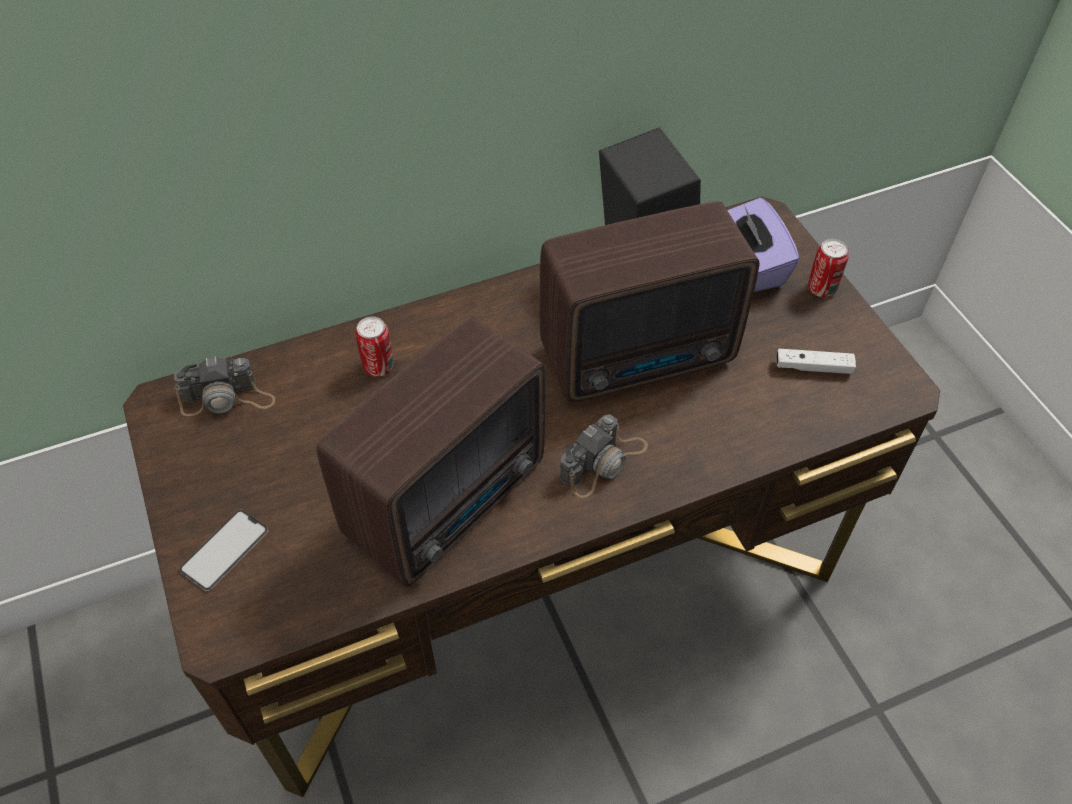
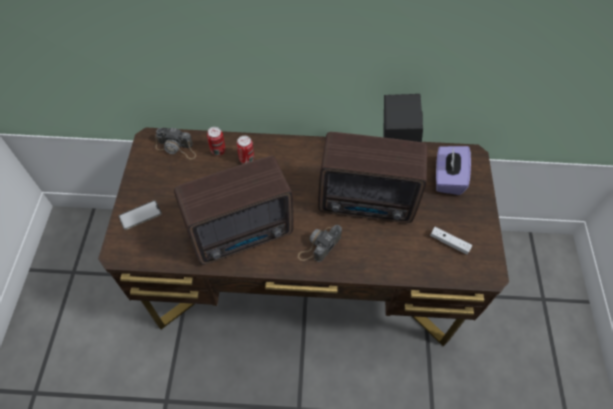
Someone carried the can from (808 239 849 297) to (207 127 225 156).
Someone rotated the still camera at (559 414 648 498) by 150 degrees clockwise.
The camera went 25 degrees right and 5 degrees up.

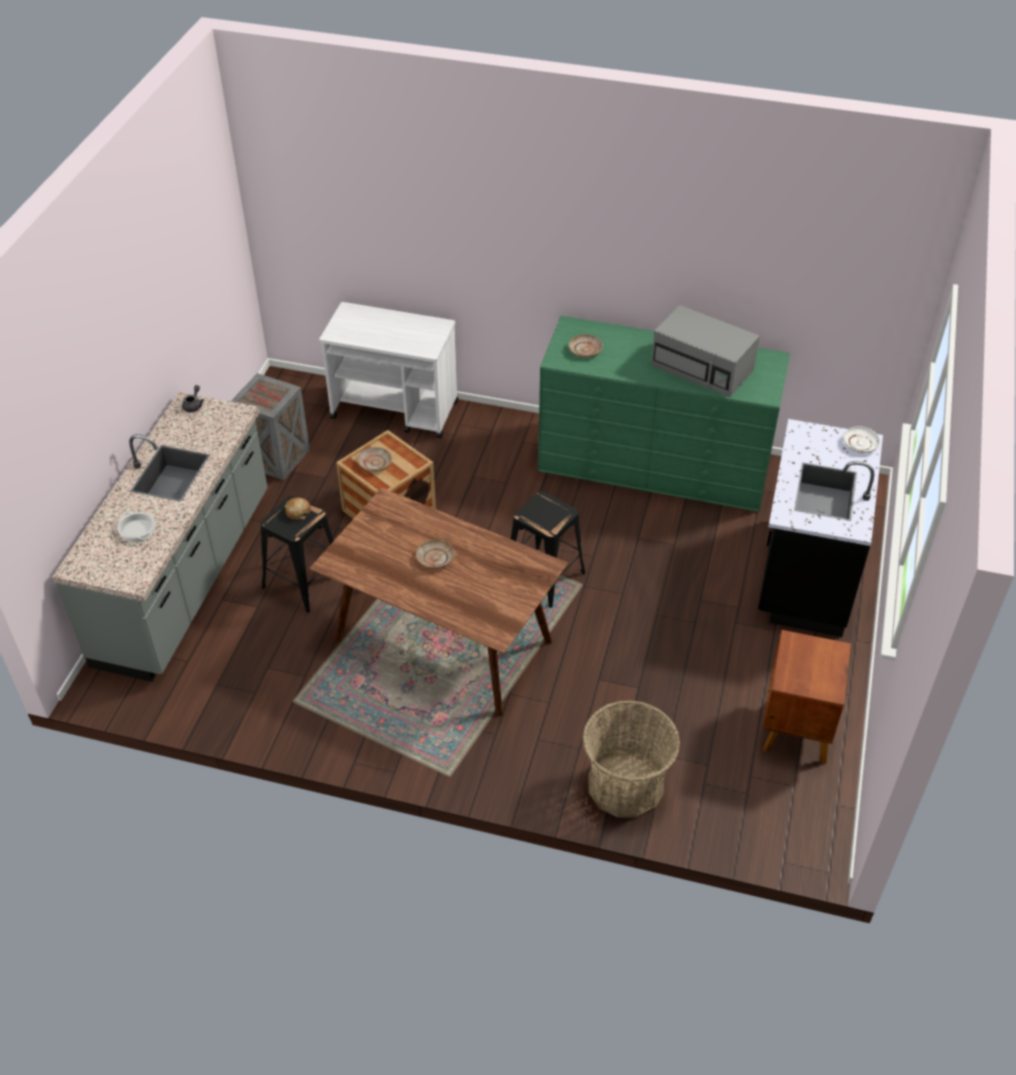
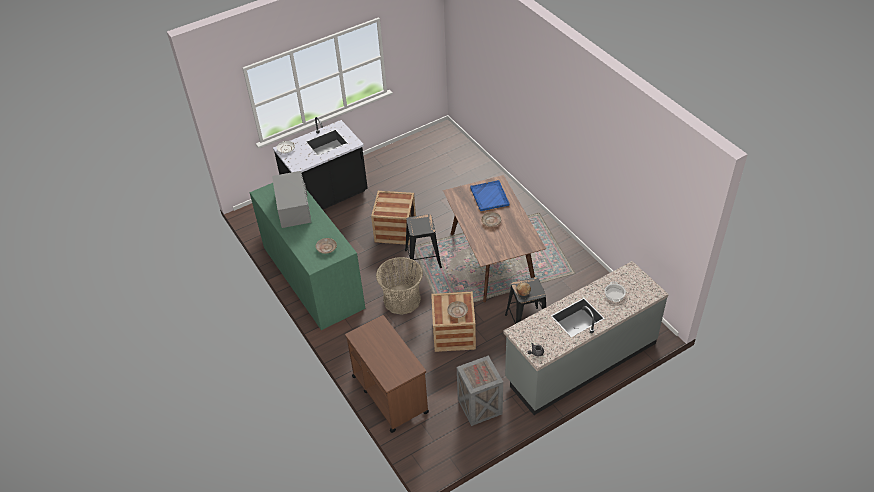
Someone repainted the white-coloured trolley at (319 302 458 438), which became the brown-coloured trolley at (345 315 429 433).
Someone put down the packing crate at (371 191 416 245).
Someone carried the storage basket from (583 700 680 818) to (376 257 423 315).
Someone put down the blue serving tray at (470 180 510 211).
Someone took away the brown-coloured nightstand at (763 630 851 765).
The camera went 135 degrees left and 0 degrees up.

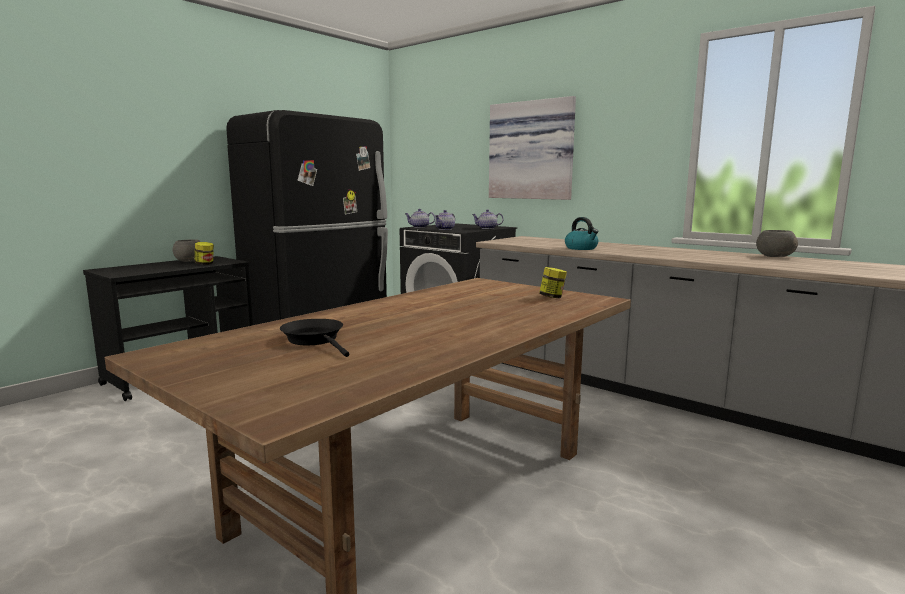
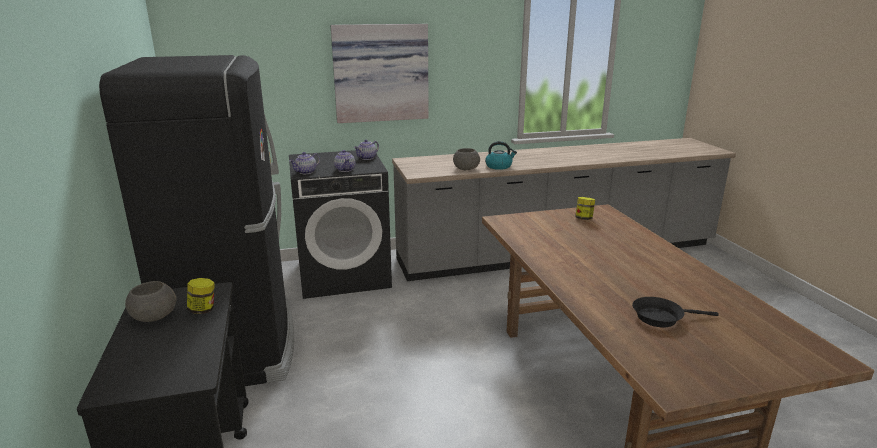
Someone carried the greyish deep dish from (756 230 798 257) to (453 148 480 170).
The camera went 55 degrees left and 10 degrees up.

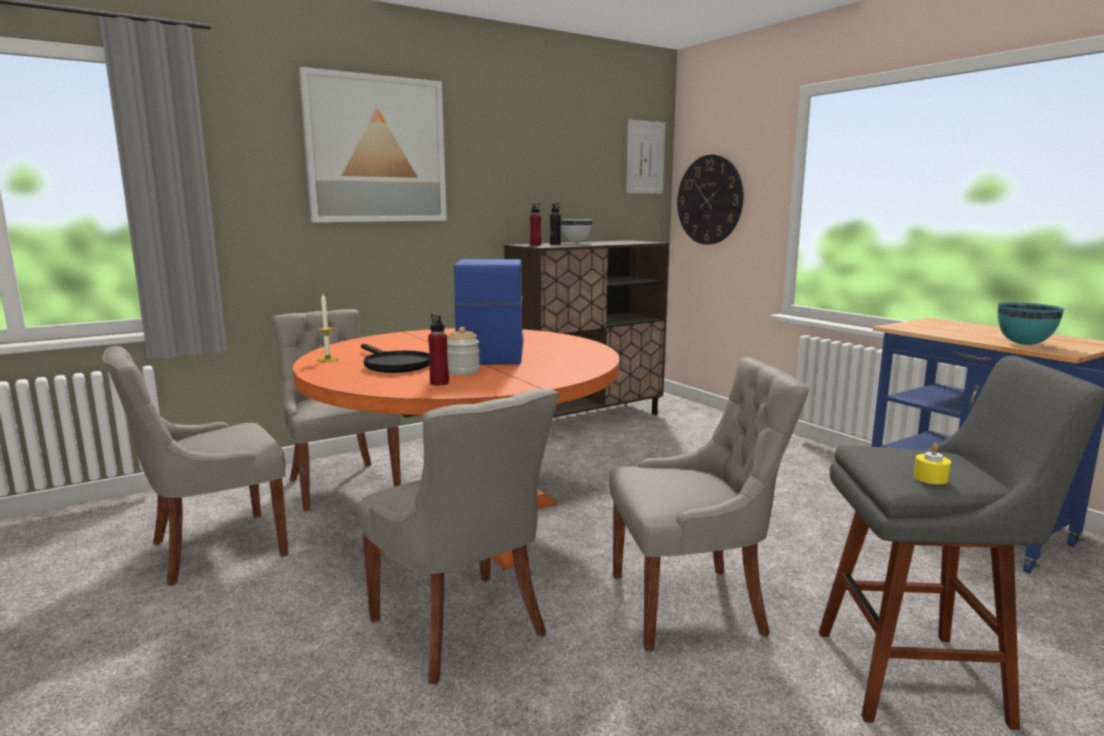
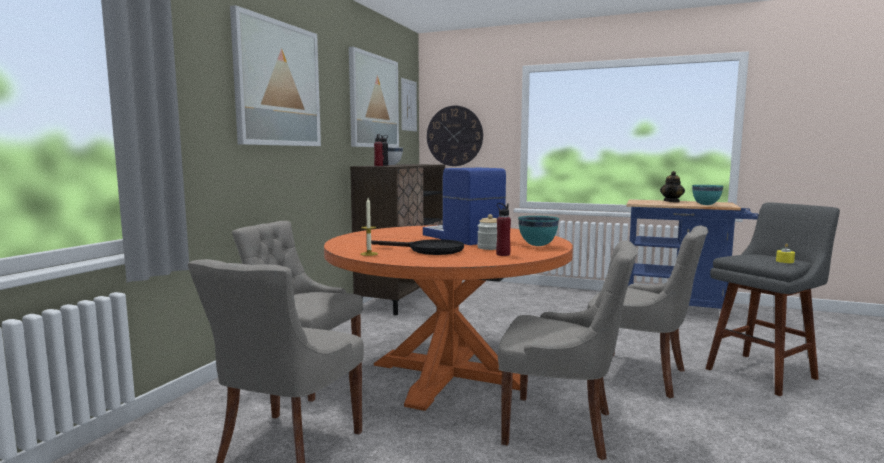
Someone put up the wall art at (349 47 399 147).
Someone put down the blue-green deep dish at (518 216 559 246).
Someone rotated the greyish plain chair at (609 357 809 651) by 75 degrees clockwise.
Someone put down the teapot at (660 171 685 202).
The camera went 35 degrees left and 5 degrees down.

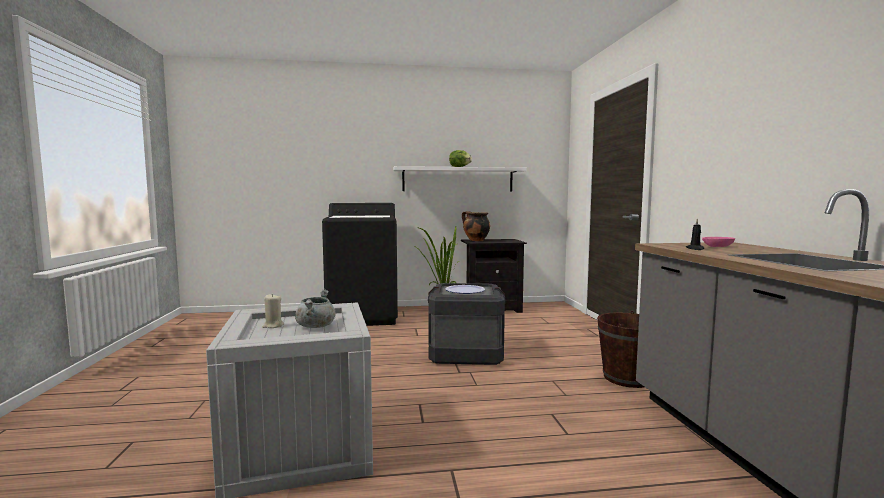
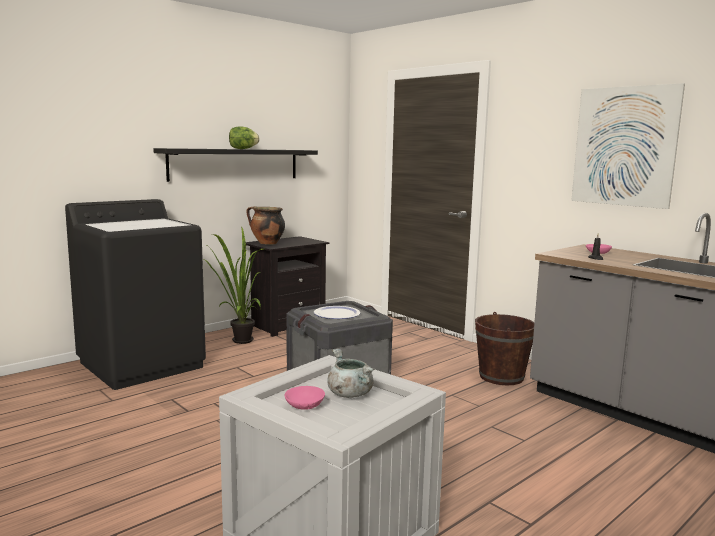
Someone repainted the white-coloured bracket shelf at (393 166 527 192), which became the blackish bracket shelf at (153 148 318 182).
Someone swapped the sand-coloured candle at (262 294 284 328) for the pinkish deep dish at (285 386 325 410).
Someone put up the wall art at (571 83 685 209).
The camera went 35 degrees left and 5 degrees up.

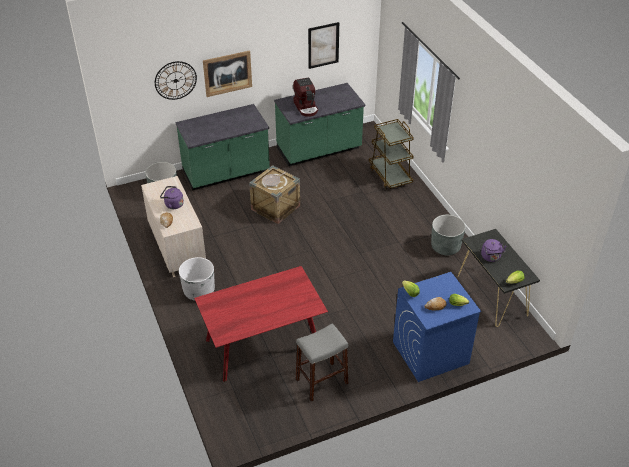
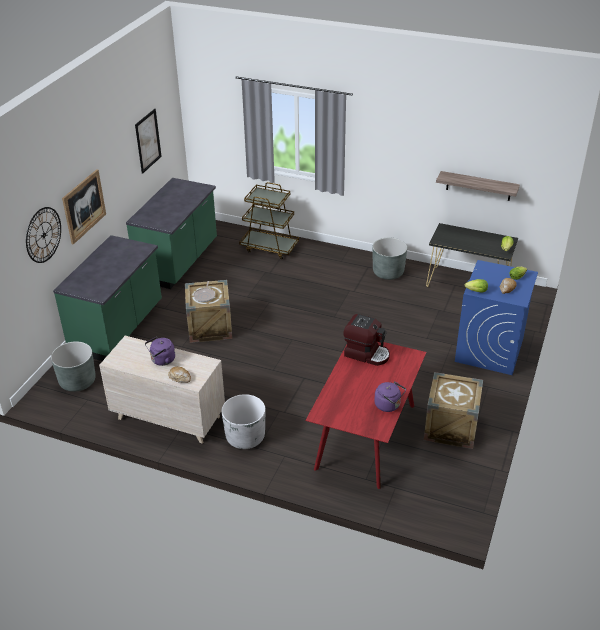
Someone carried the coffee maker from (293 77 318 117) to (343 314 390 366).
Someone carried the purple-coloured water kettle from (481 239 506 262) to (374 381 406 412).
Someone swapped the greyish stool at (296 323 349 401) for the packing crate at (424 372 483 449).
Someone put up the bracket shelf at (436 171 520 201).
The camera went 45 degrees left and 5 degrees down.

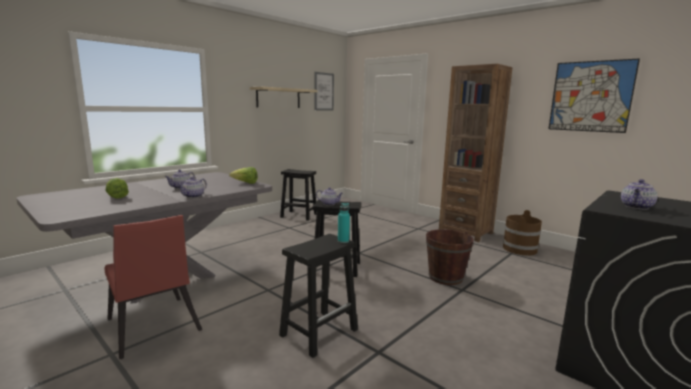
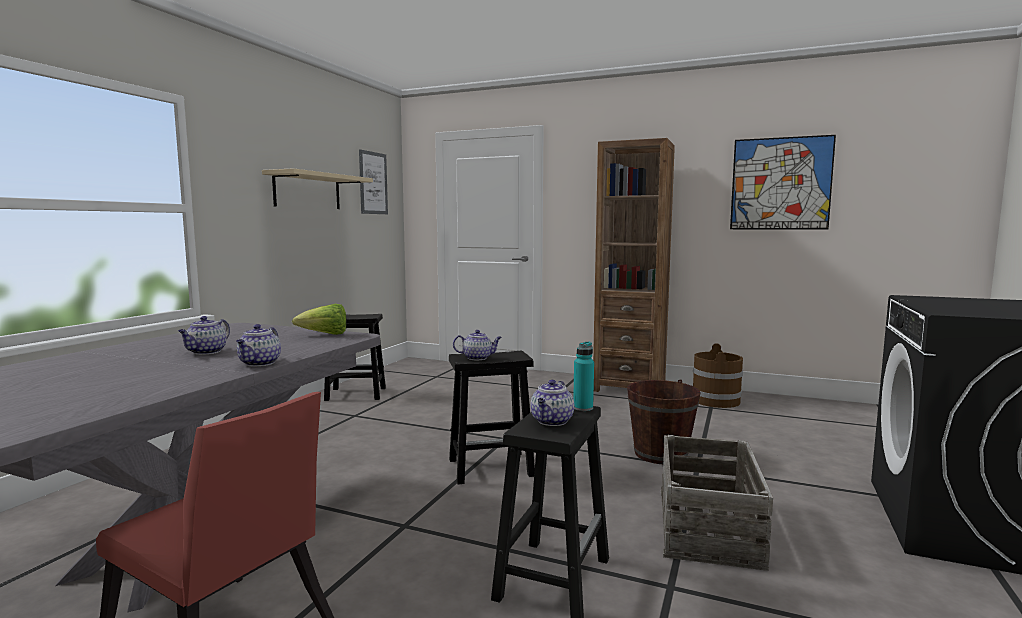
Someone carried the teapot from (621 179 658 209) to (531 380 574 426).
Someone put down the packing crate at (661 435 773 571).
Someone took away the lettuce head at (105 178 129 199).
The camera went 20 degrees left and 5 degrees down.

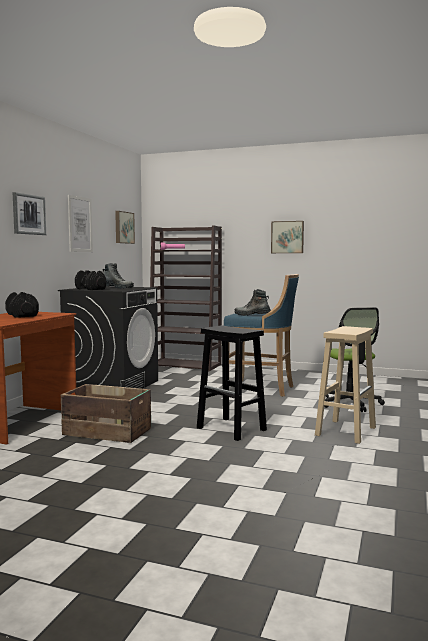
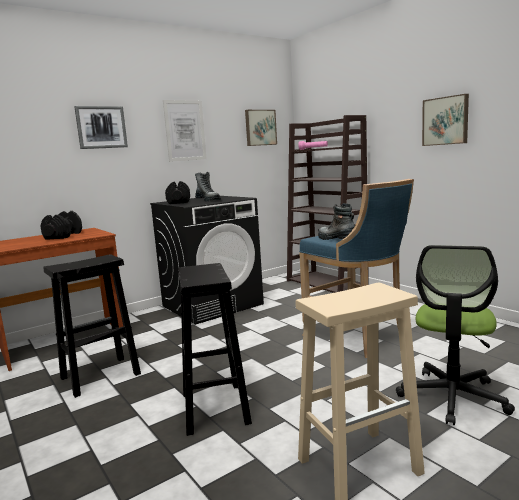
Someone swapped the packing crate at (61 384 151 443) for the blackish stool at (43 254 141 398).
The camera went 35 degrees right and 5 degrees up.

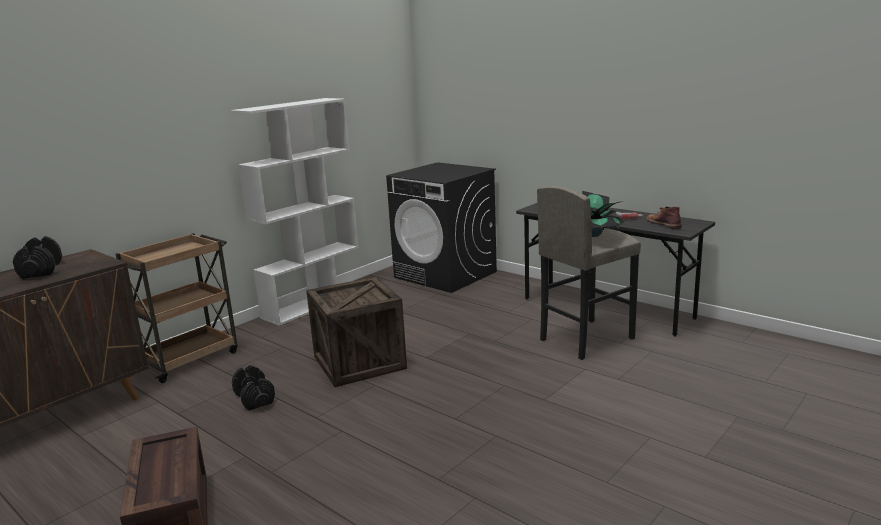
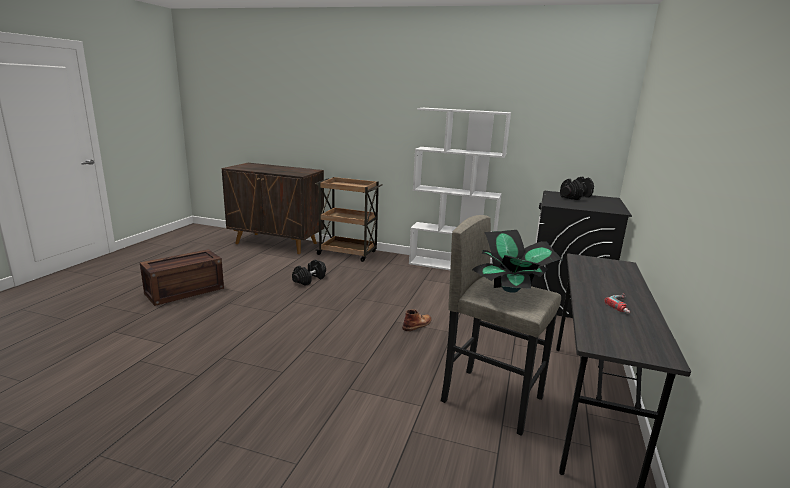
Someone carried the brown-coloured boot from (646 207 682 229) to (402 309 432 331).
Someone carried the blackish free weight from (13 236 62 279) to (560 177 594 200).
Someone took away the packing crate at (306 277 407 387).
The camera went 65 degrees right and 0 degrees up.

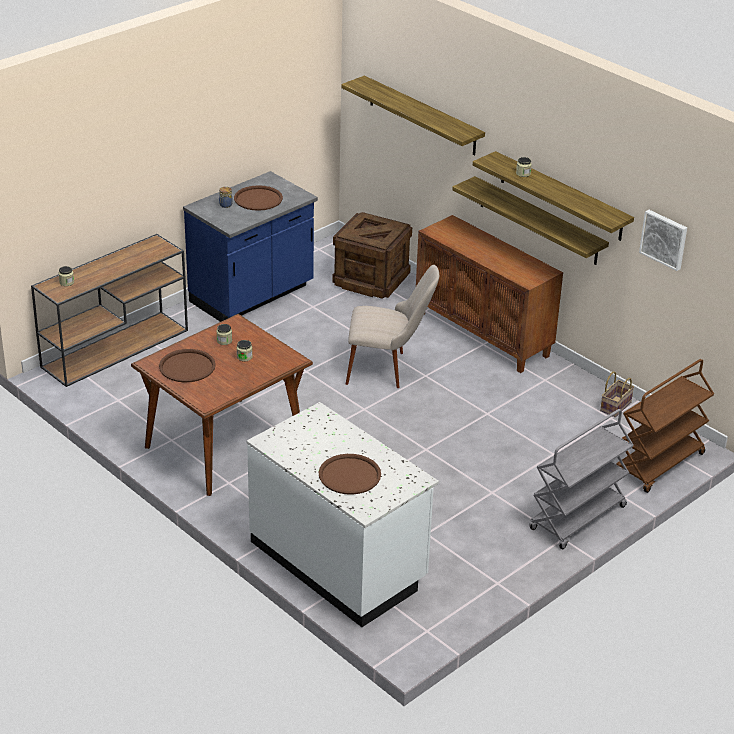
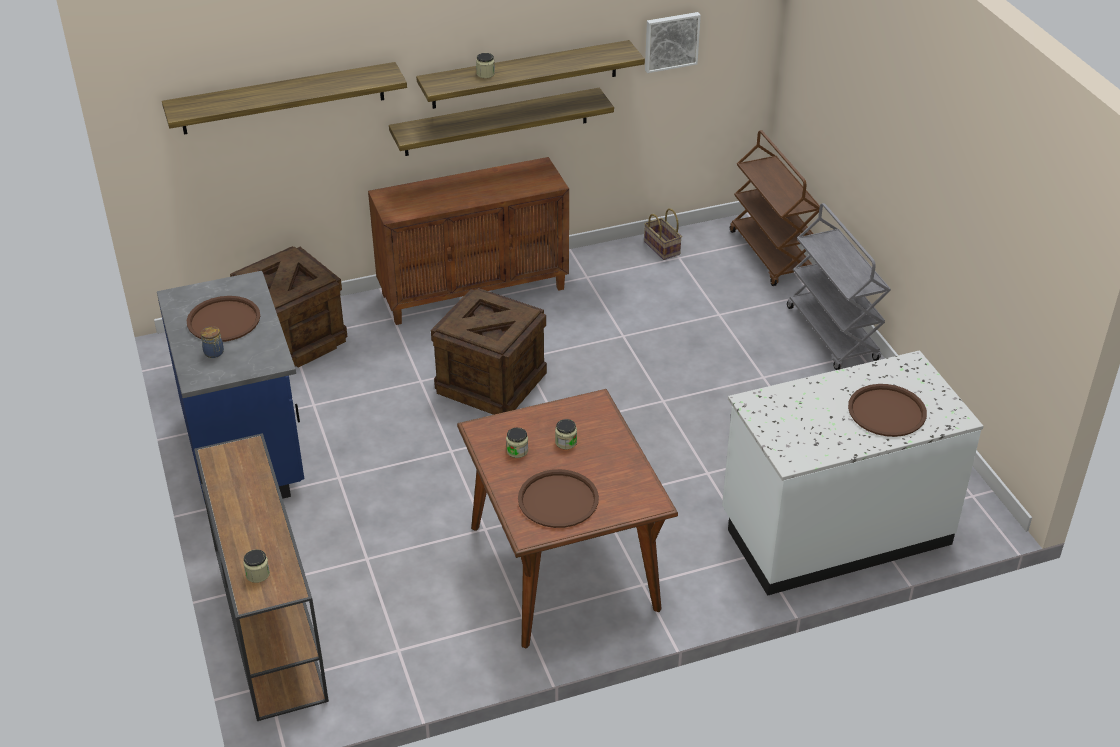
Someone swapped the sand-coloured plain chair at (346 265 439 388) for the packing crate at (431 288 547 415).
The camera went 65 degrees left and 5 degrees up.

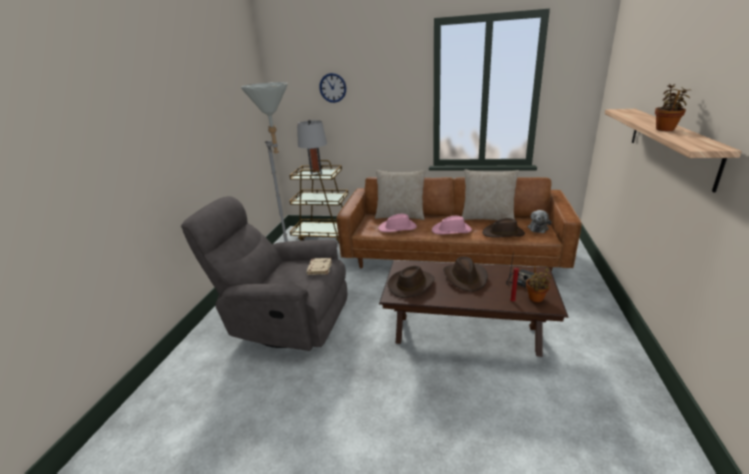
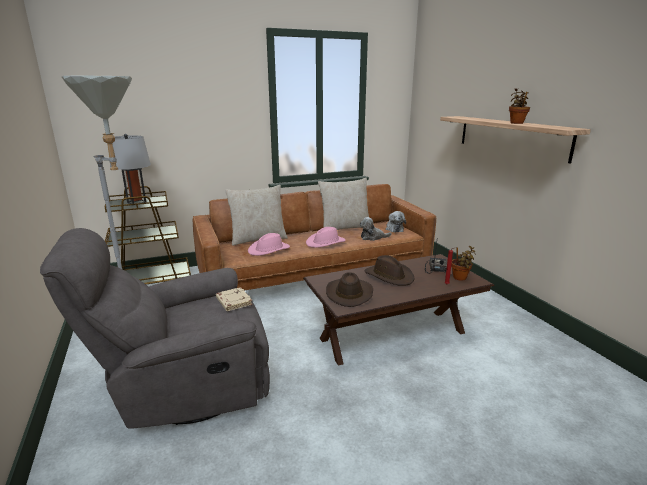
Someone swapped the brown-coloured clothing hat at (482 218 525 238) for the cuddly toy at (360 217 392 241).
Someone took away the hanging clock at (319 73 346 103).
The camera went 35 degrees left and 5 degrees down.

